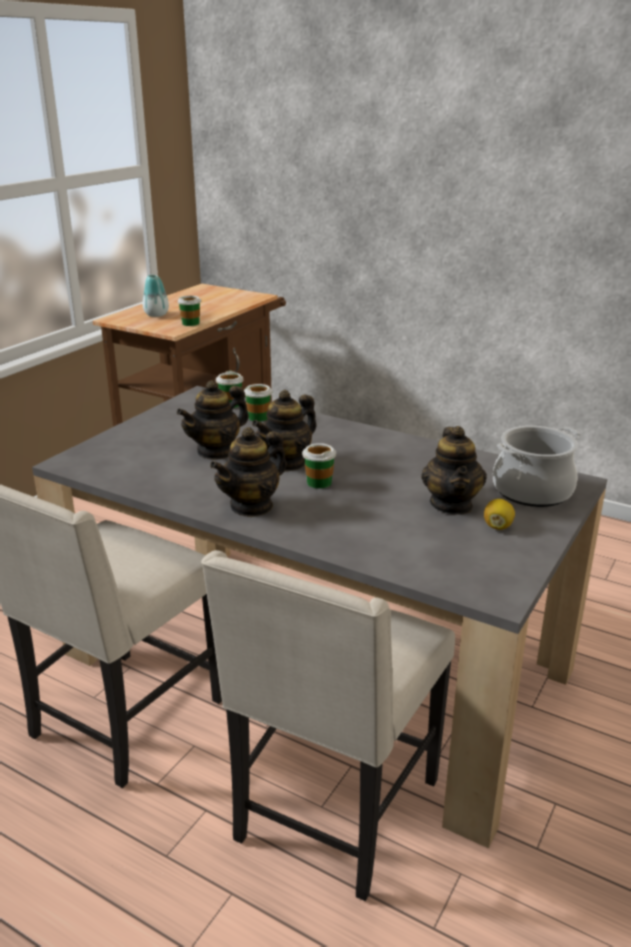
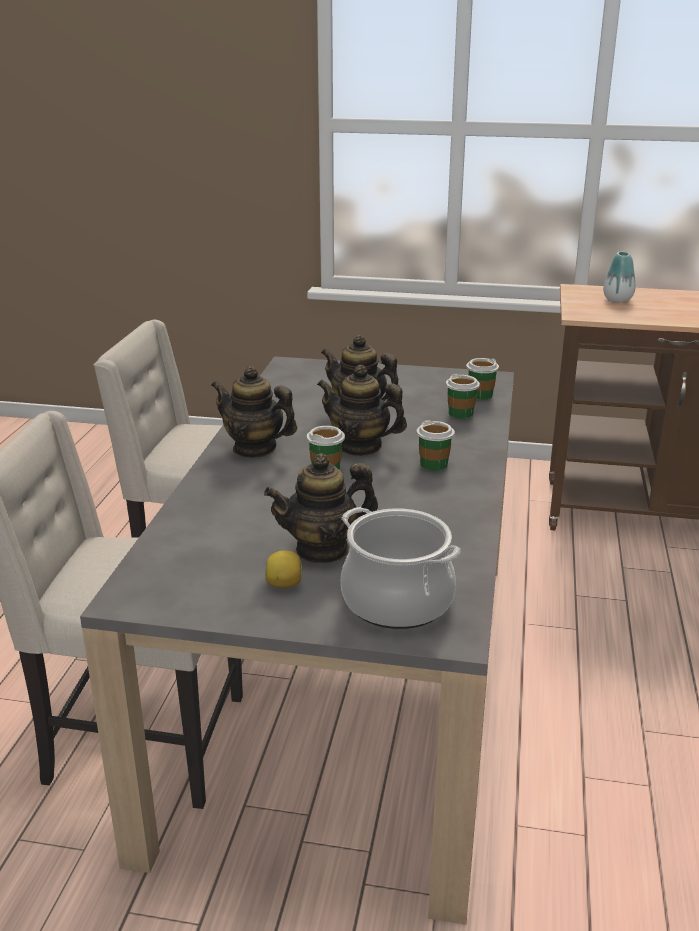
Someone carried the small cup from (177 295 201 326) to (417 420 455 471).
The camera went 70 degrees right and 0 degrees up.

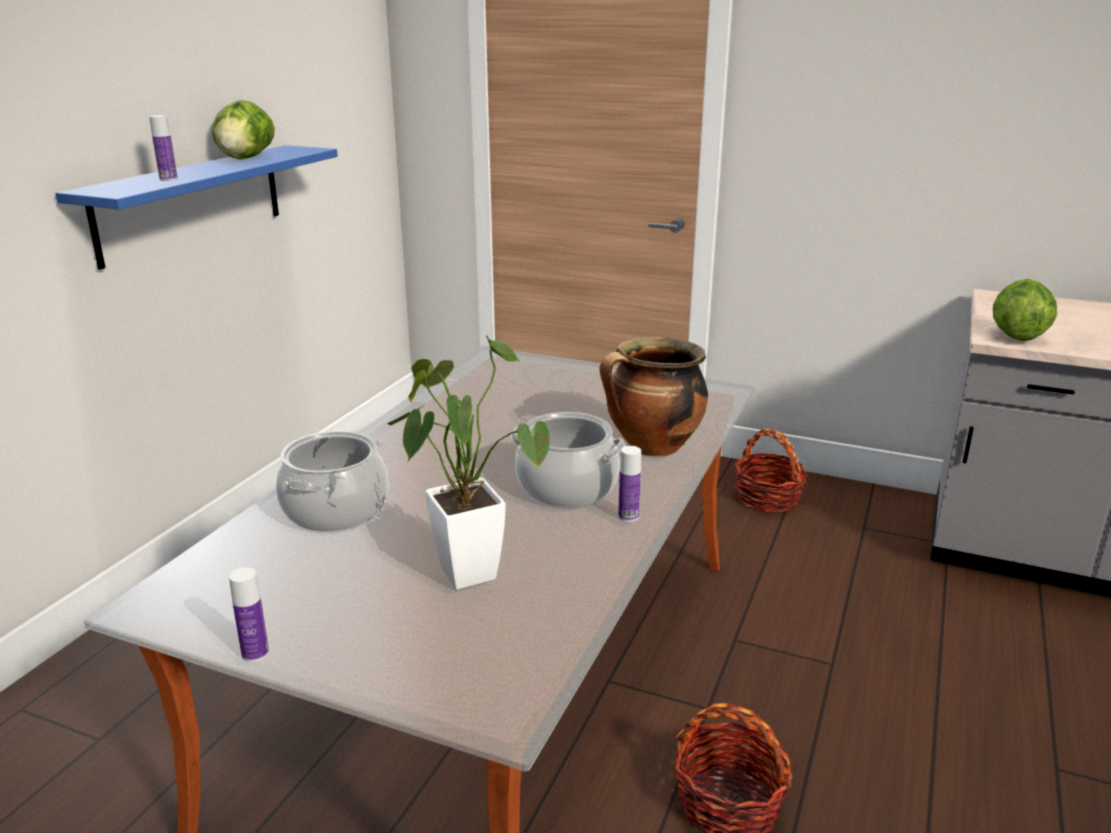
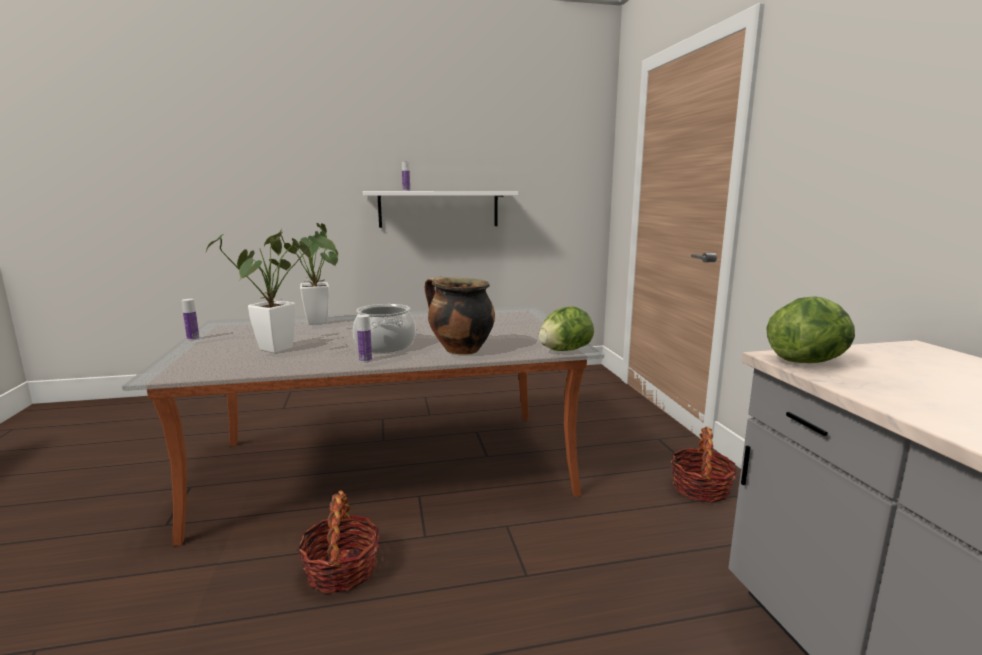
Someone swapped the stockpot at (276 431 389 532) for the houseplant at (264 223 338 325).
Someone repainted the blue bracket shelf at (55 145 338 270), which became the white-coloured bracket shelf at (363 191 518 228).
Someone carried the lettuce head from (212 100 275 159) to (539 306 594 351).
The camera went 55 degrees right and 10 degrees down.

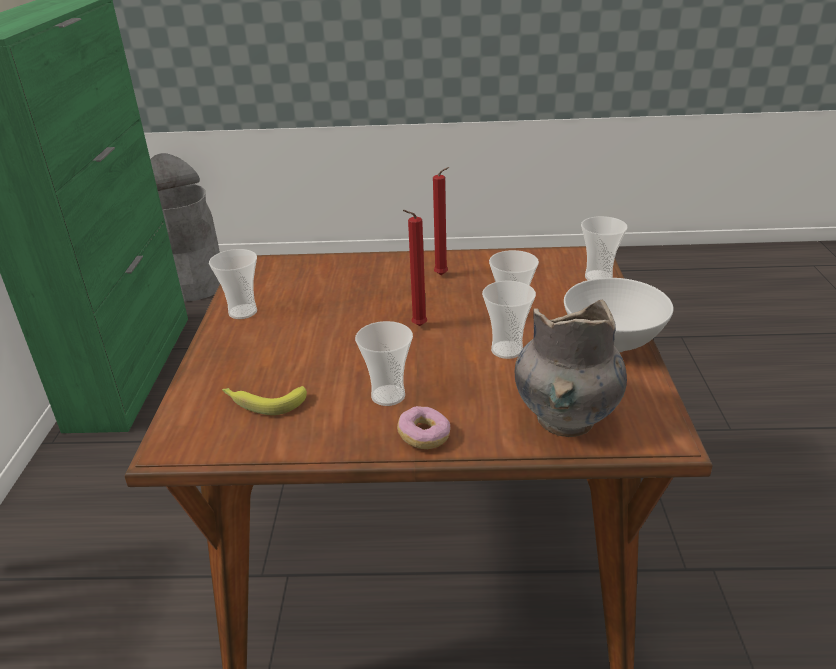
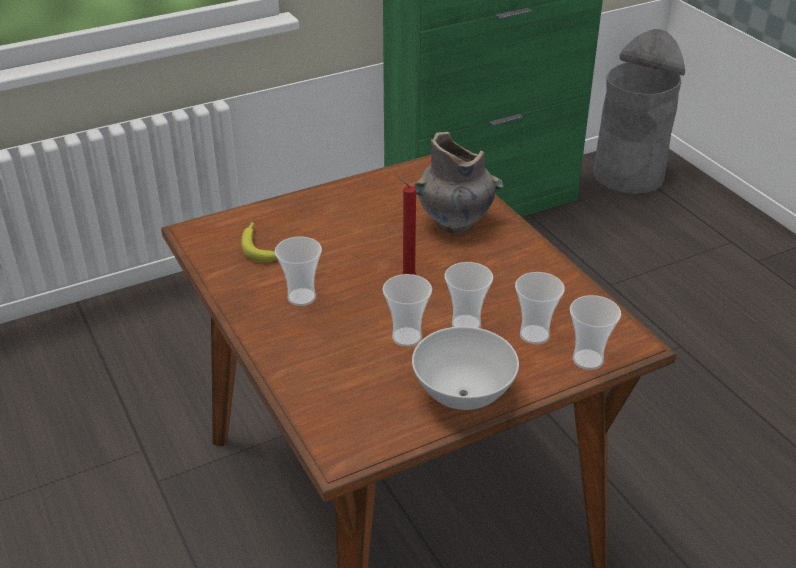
Someone carried the greyish decorative vase from (515 300 627 437) to (414 132 503 234).
Someone carried the small cup from (209 249 257 319) to (515 272 565 344).
Someone took away the doughnut at (397 406 451 449).
Someone took away the red candle at (433 167 450 275).
The camera went 60 degrees right and 5 degrees up.

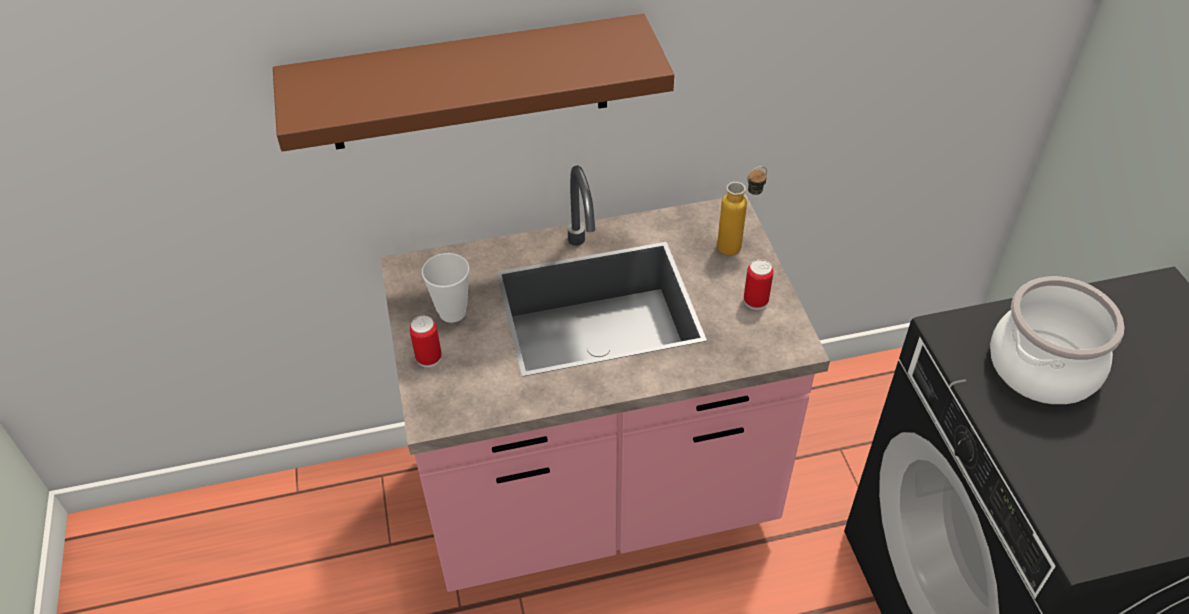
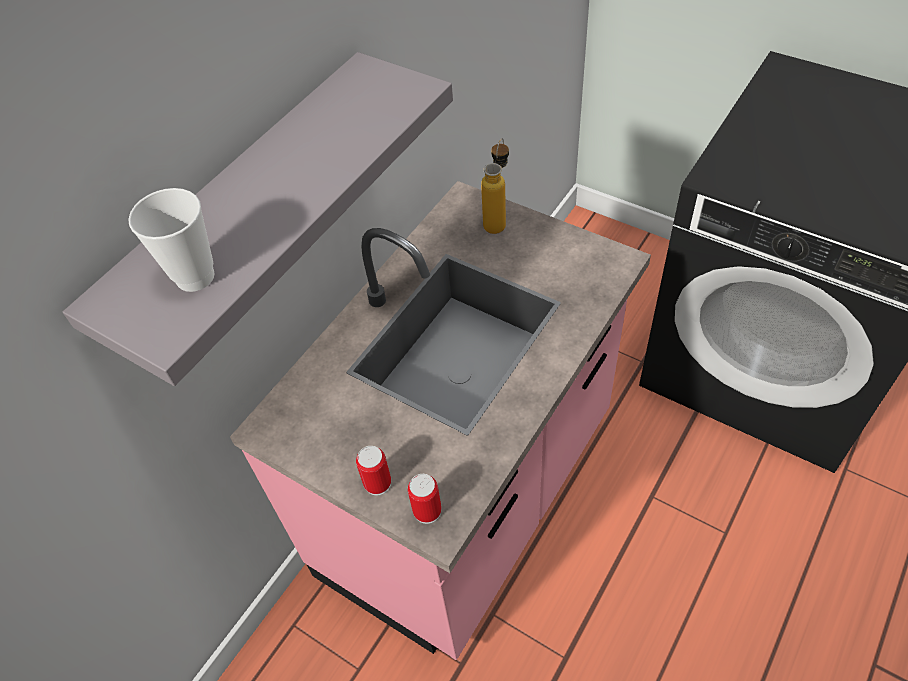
Someone repainted the brown-coloured bracket shelf at (273 14 674 152), which became the greyish bracket shelf at (63 52 453 386).
Someone carried the small cup from (422 253 470 323) to (128 188 215 292).
Someone carried the can from (744 259 773 310) to (408 474 442 524).
Someone took away the stockpot at (990 276 1125 404).
The camera went 40 degrees left and 5 degrees up.

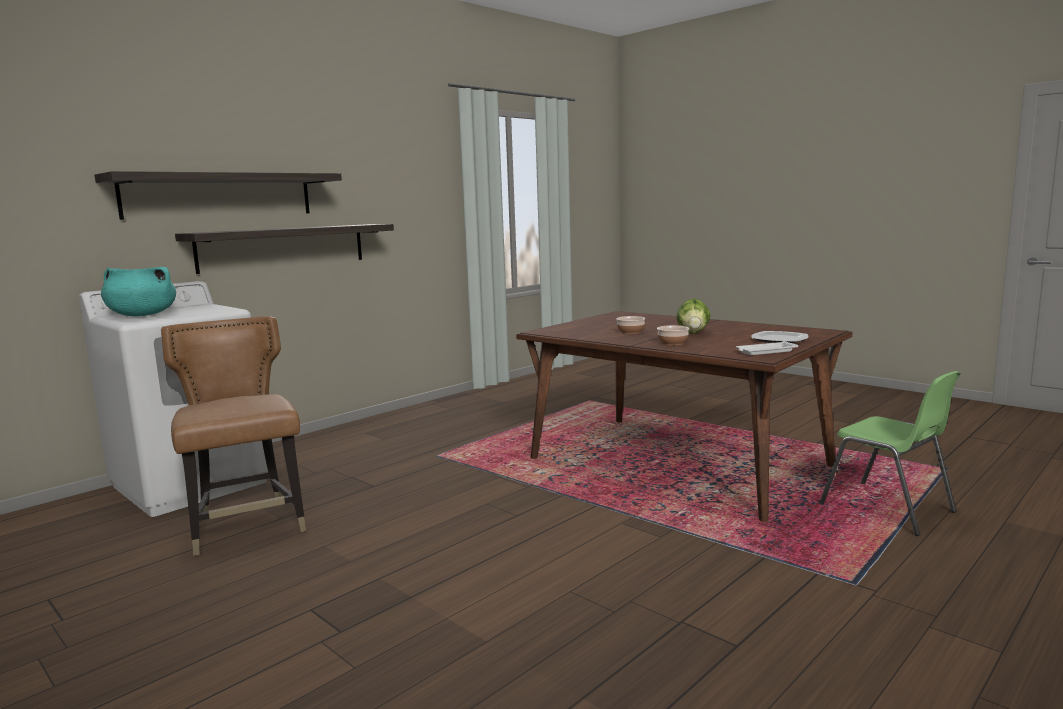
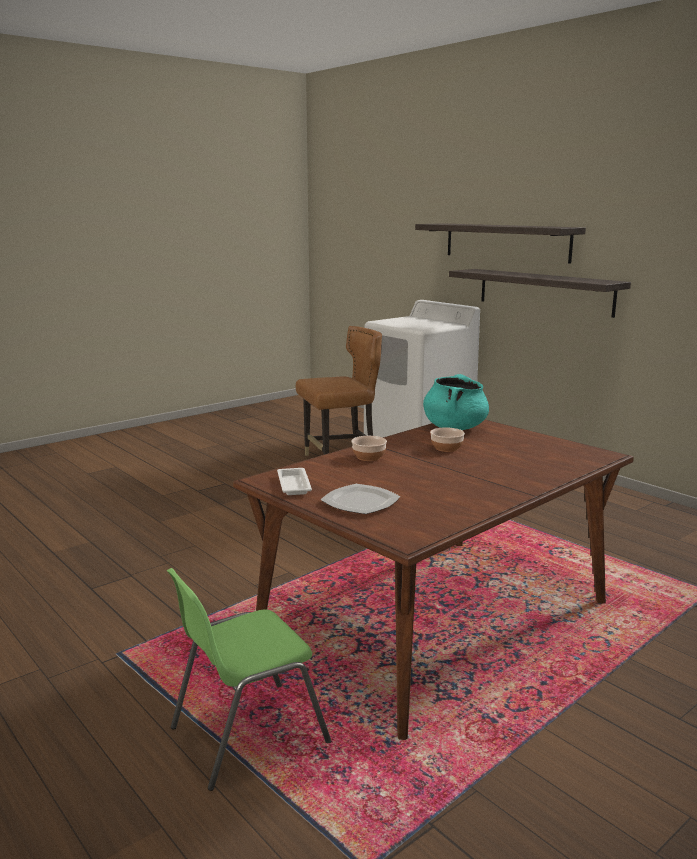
Someone carried the blue-green stockpot from (101 267 176 317) to (423 374 489 430).
Someone took away the lettuce head at (676 299 710 334).
The camera went 95 degrees right and 5 degrees up.

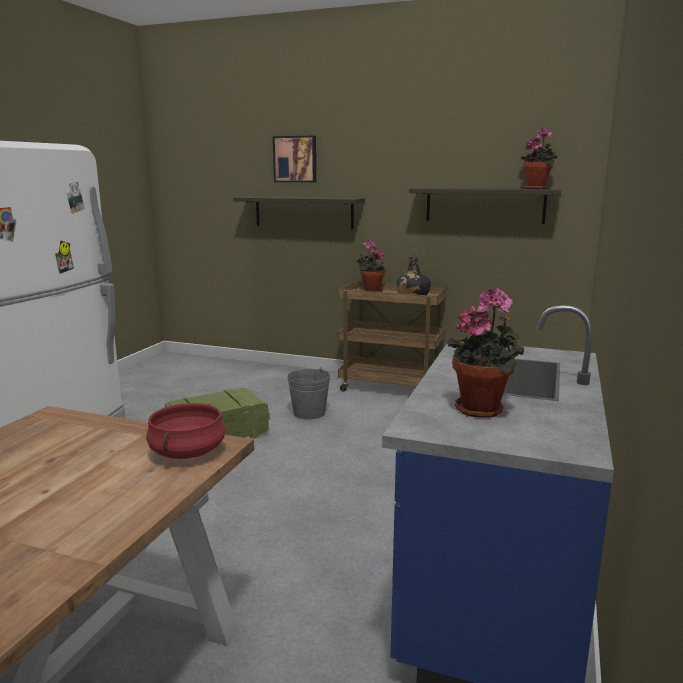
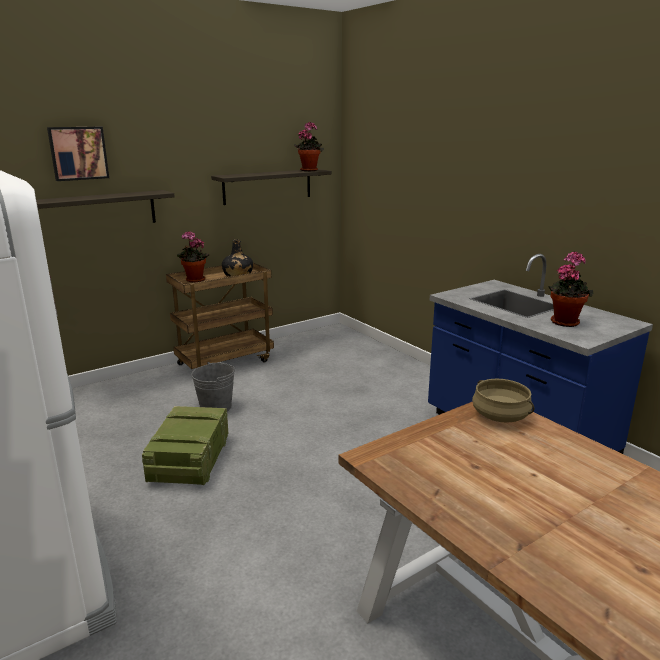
Someone repainted the red stockpot at (146 403 225 459), which became the sand-coloured stockpot at (472 379 534 423).
The camera went 55 degrees left and 5 degrees up.

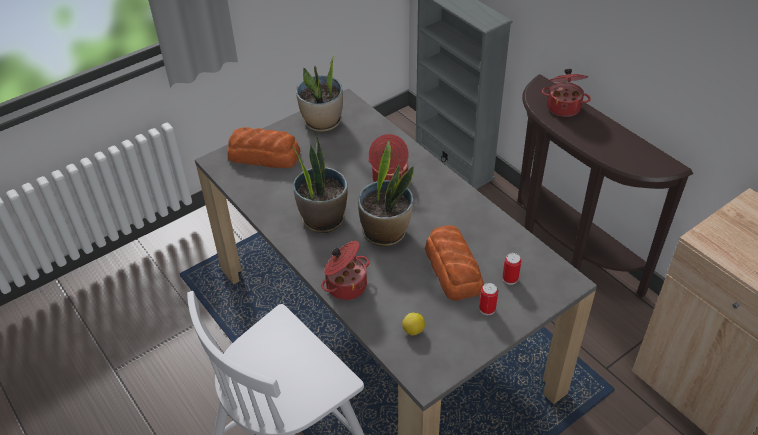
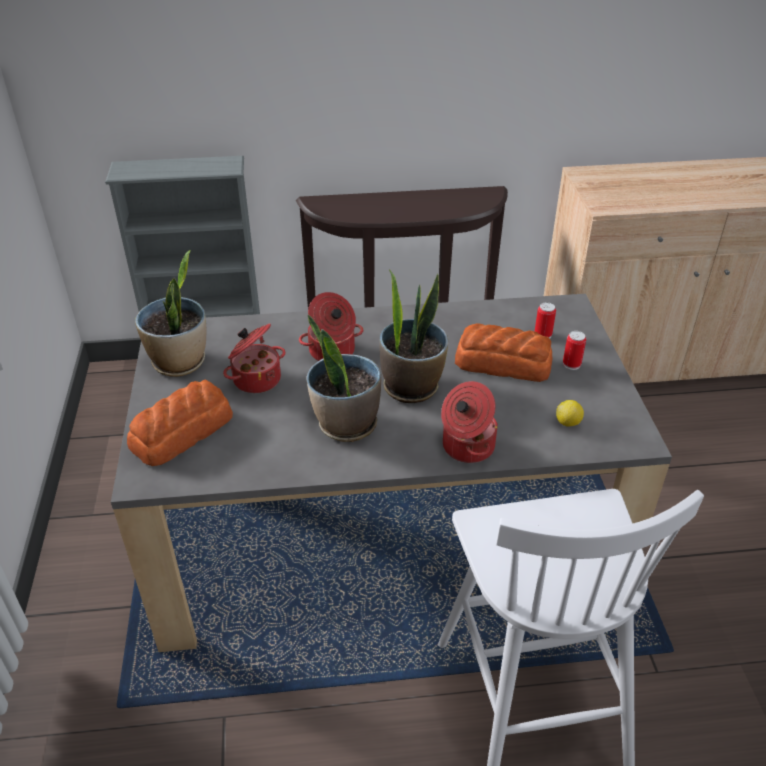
Someone carried the stockpot from (542 69 591 117) to (223 323 286 393).
The camera went 60 degrees left and 5 degrees down.

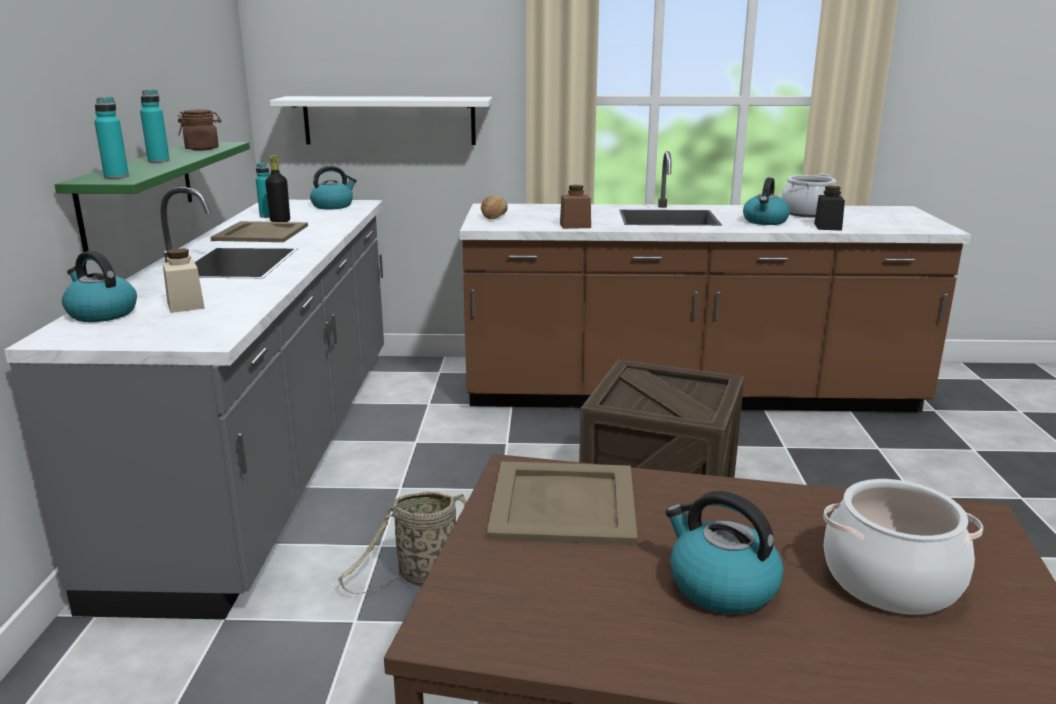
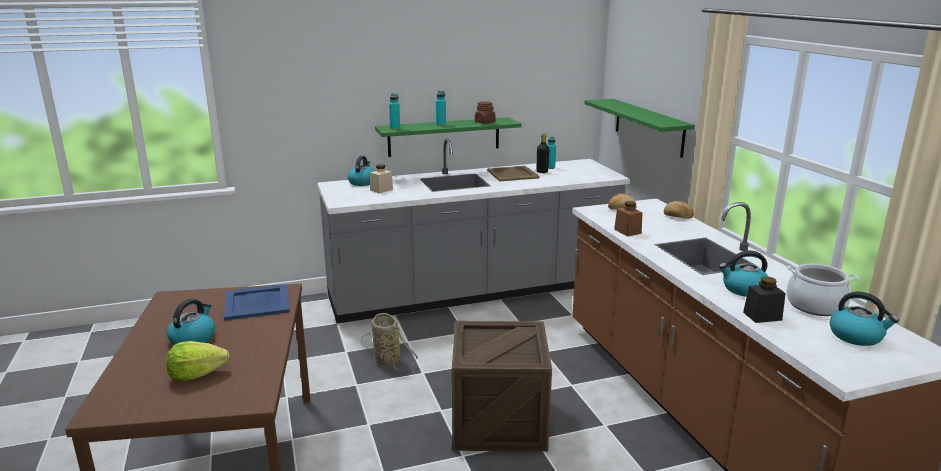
Someone swapped the stockpot at (823 479 983 614) for the lettuce head at (167 341 230 381).
Someone repainted the sand-coloured serving tray at (487 461 638 545), which became the blue serving tray at (224 284 290 320).
Someone repainted the white-coloured bracket shelf at (270 96 492 145), which became the green-coloured bracket shelf at (584 99 695 158).
Someone put down the bakery bread at (664 201 694 219).
Someone carried the water kettle from (310 166 357 210) to (830 291 899 346).
The camera went 70 degrees right and 0 degrees up.

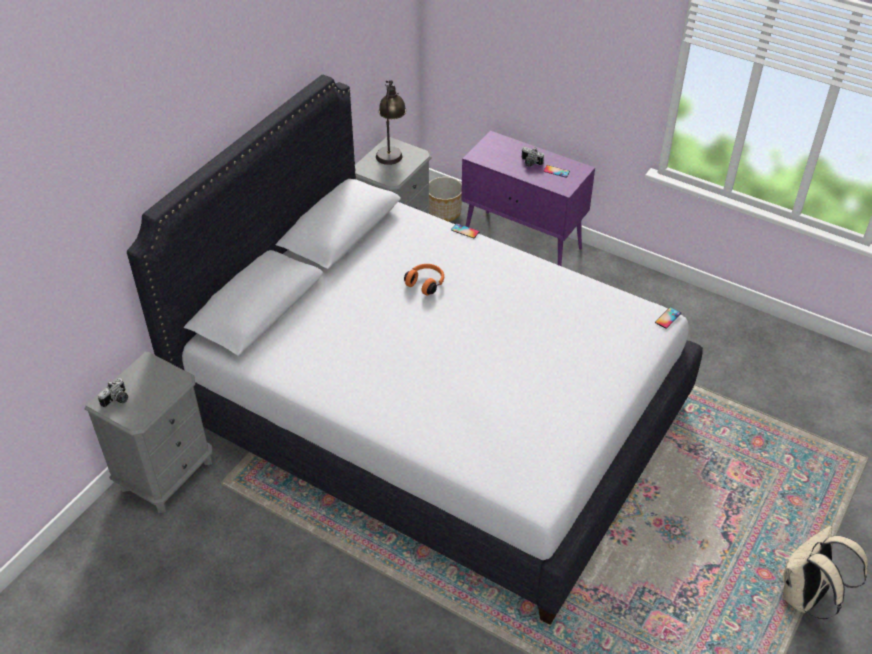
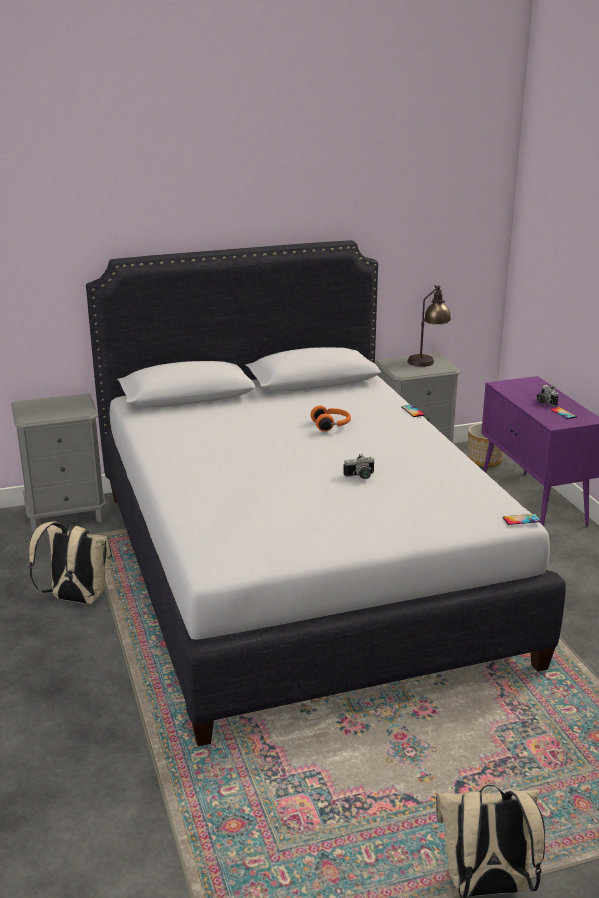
Someone put down the sand-coloured knapsack at (29 521 112 604).
Someone carried the still camera from (98 378 128 408) to (343 454 374 479).
The camera went 40 degrees right and 20 degrees down.

